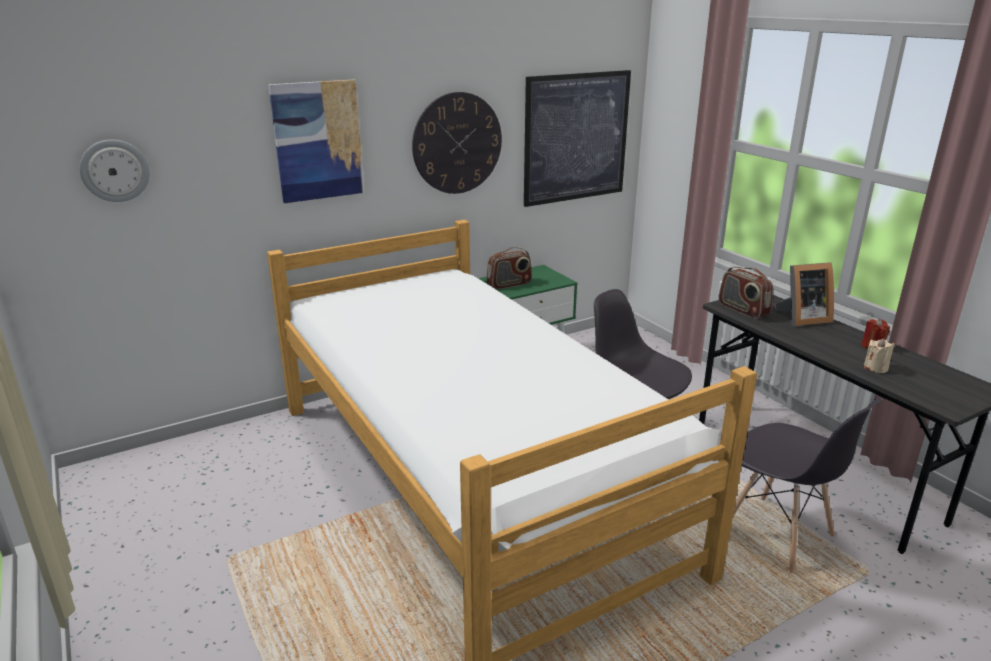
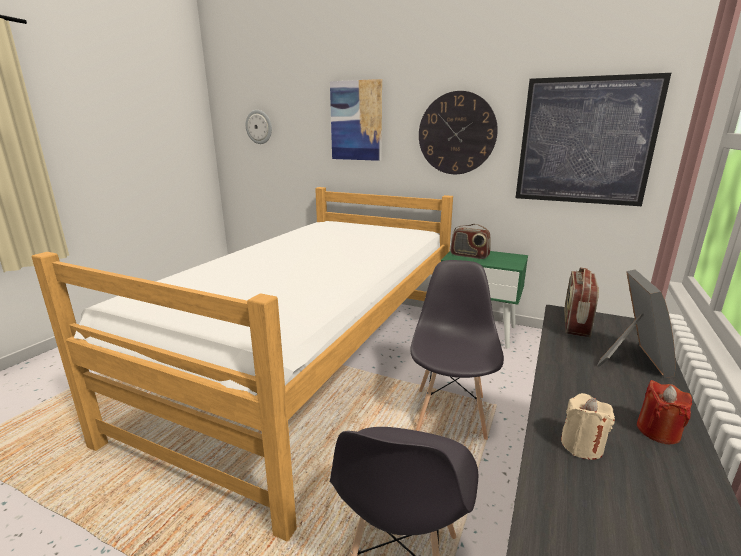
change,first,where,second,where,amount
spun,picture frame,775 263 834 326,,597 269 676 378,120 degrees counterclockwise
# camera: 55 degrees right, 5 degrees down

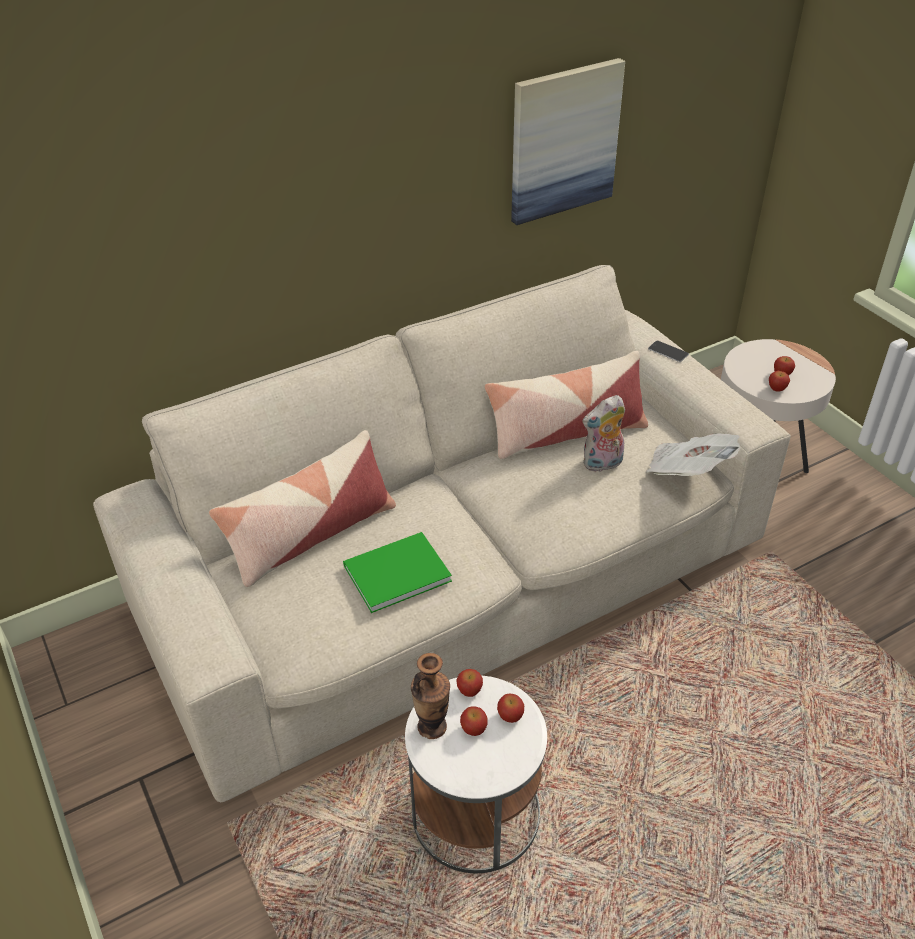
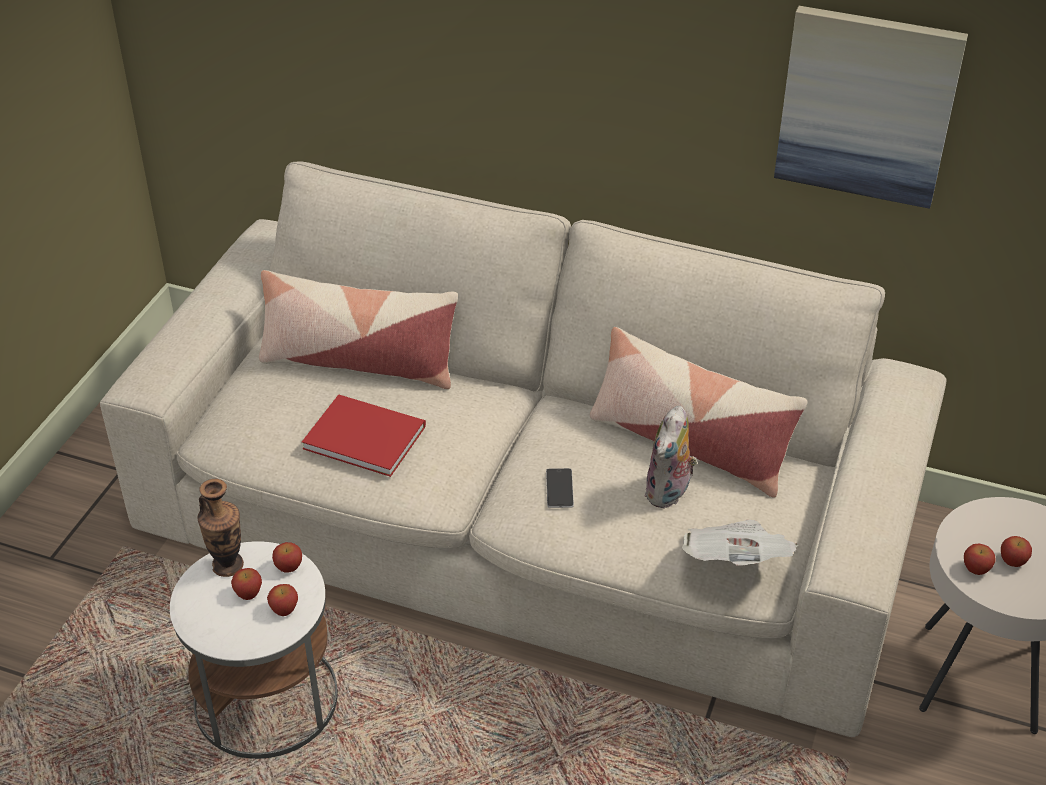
change,first,where,second,where,amount
relocated,phone,648 341 689 362,,546 468 574 508,
spun,plush toy,583 395 625 472,,644 405 698 508,90 degrees counterclockwise
colour,green book,343 532 452 613,red book,302 394 426 477,
# camera: 50 degrees right, 0 degrees up

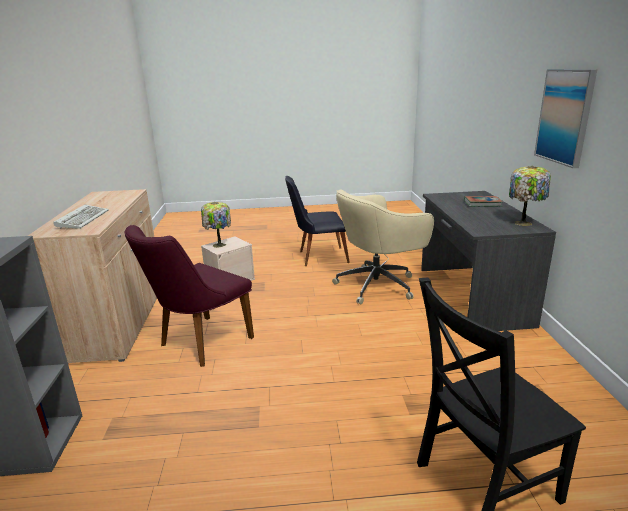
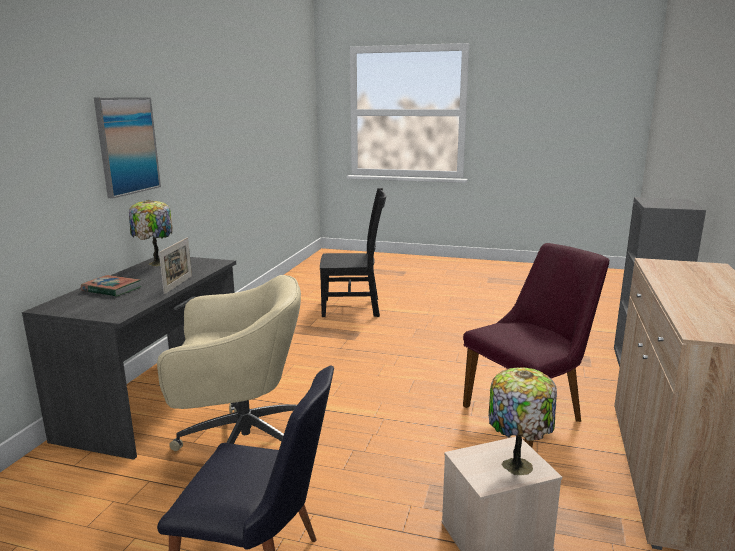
change,first,where,second,where,amount
missing,keyboard,53 205 109 229,,,
appeared,,,picture frame,159 237 192 294,
# camera: 160 degrees left, 5 degrees down

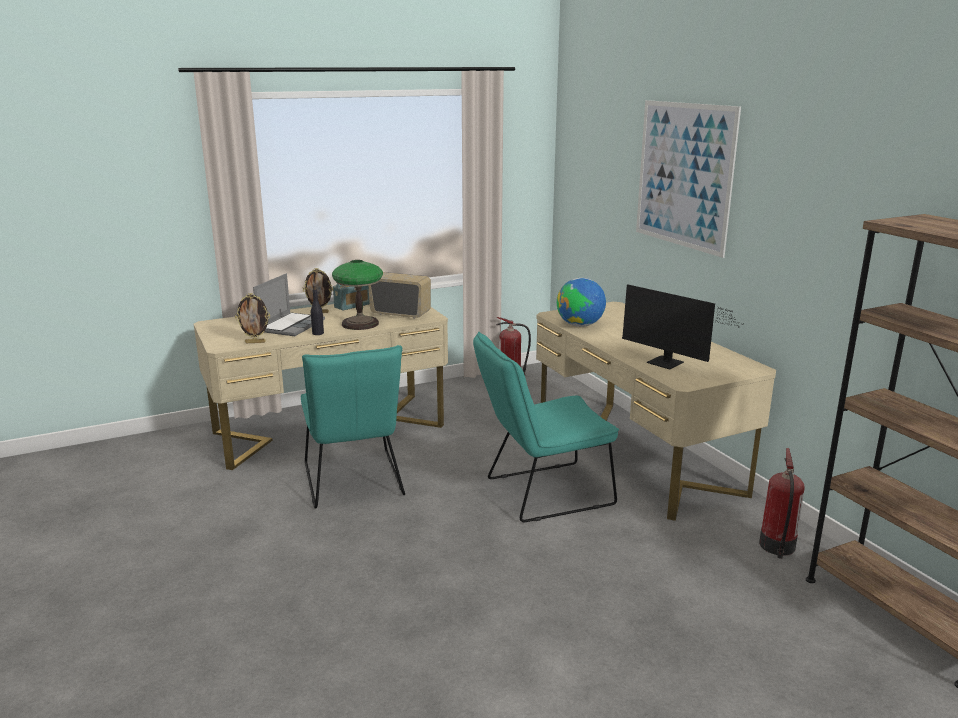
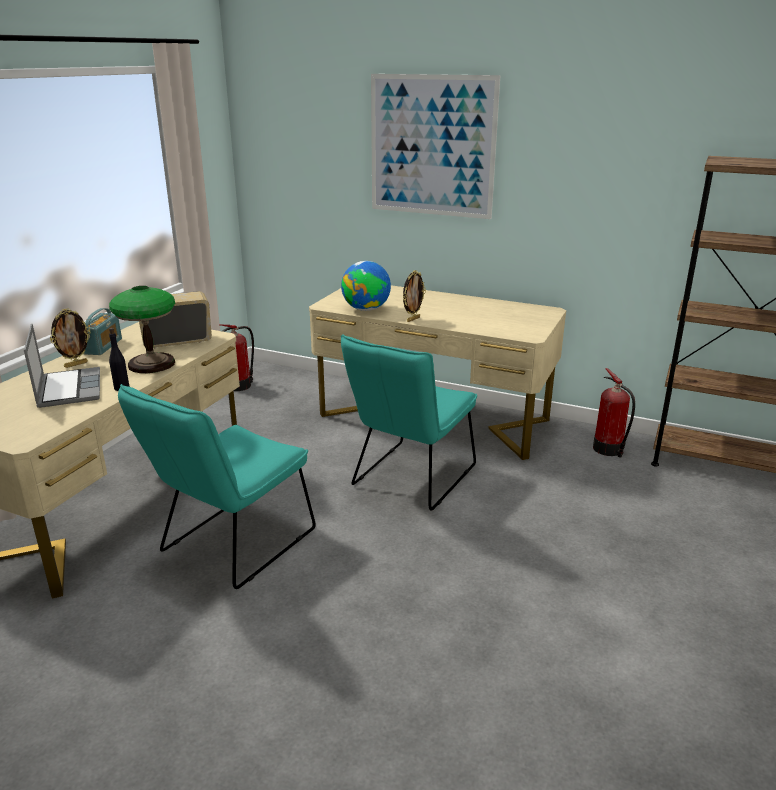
change,first,where,second,where,amount
missing,monitor,622 284 745 370,,,
relocated,picture frame,235 293 270 343,,403 270 426 322,
spun,turquoise chair,301 345 405 509,,118 384 316 589,90 degrees clockwise
# camera: 40 degrees left, 5 degrees up

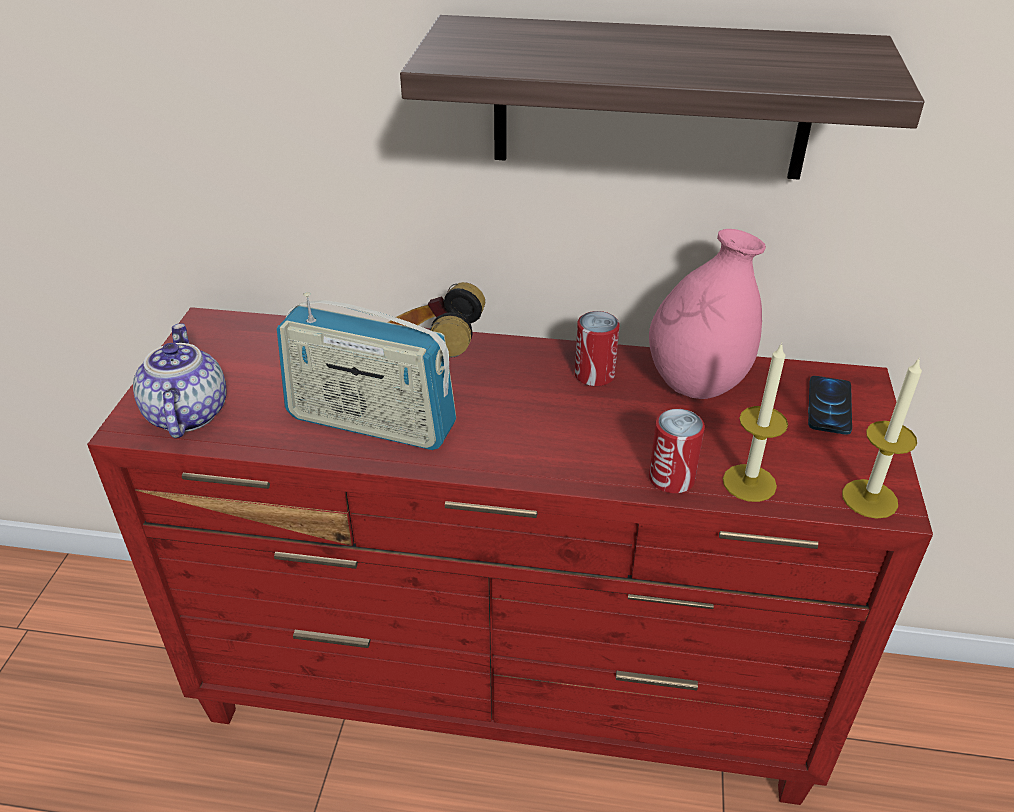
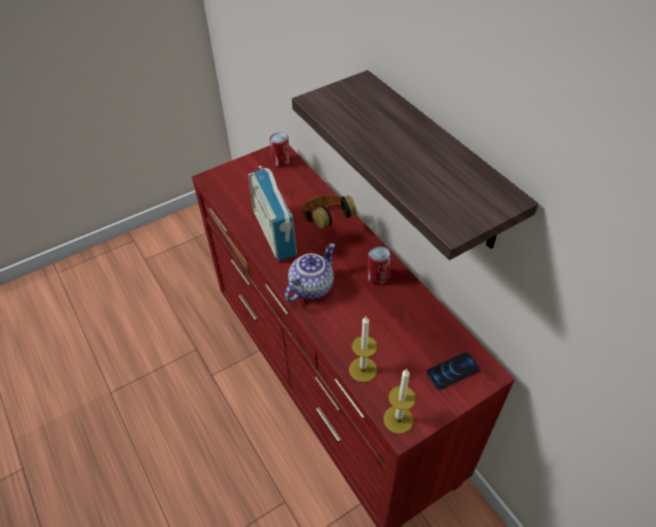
change,first,where,second,where,amount
missing,pink vase,649 229 766 399,,,
relocated,teapot,133 323 226 438,,285 243 335 302,
relocated,can,649 409 705 493,,270 132 290 167,
# camera: 50 degrees right, 10 degrees up

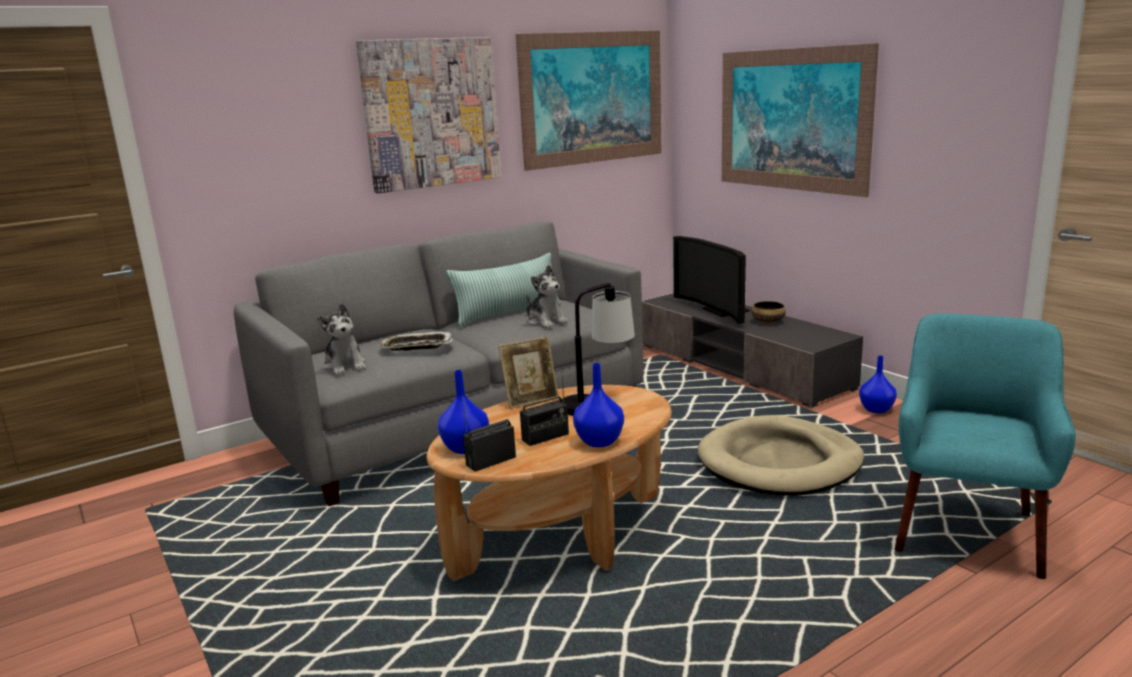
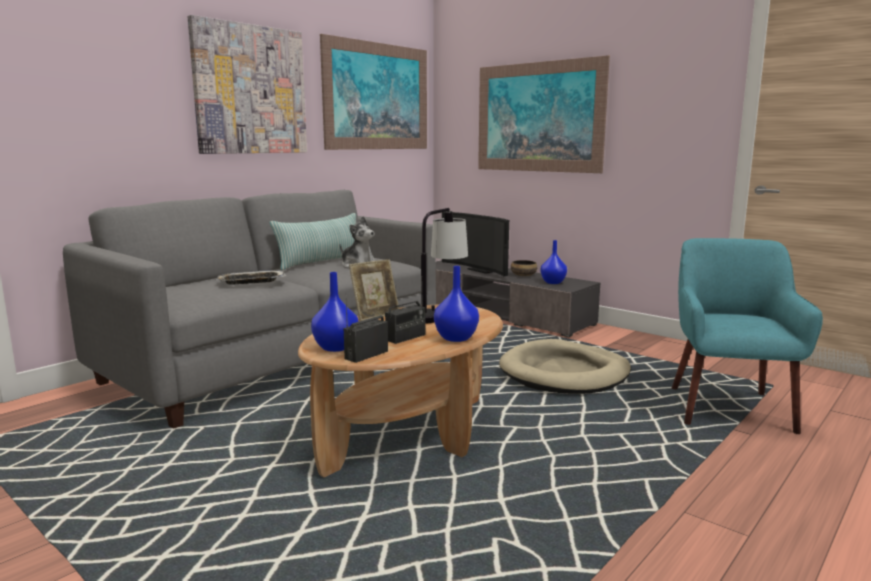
change,first,where,second,where,amount
missing,plush toy,317 303 366 375,,,
relocated,blue vase,859 355 897 413,,540 240 567 284,
# camera: 15 degrees left, 5 degrees down

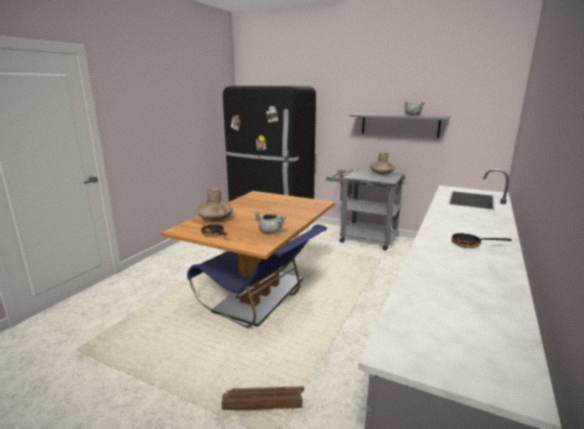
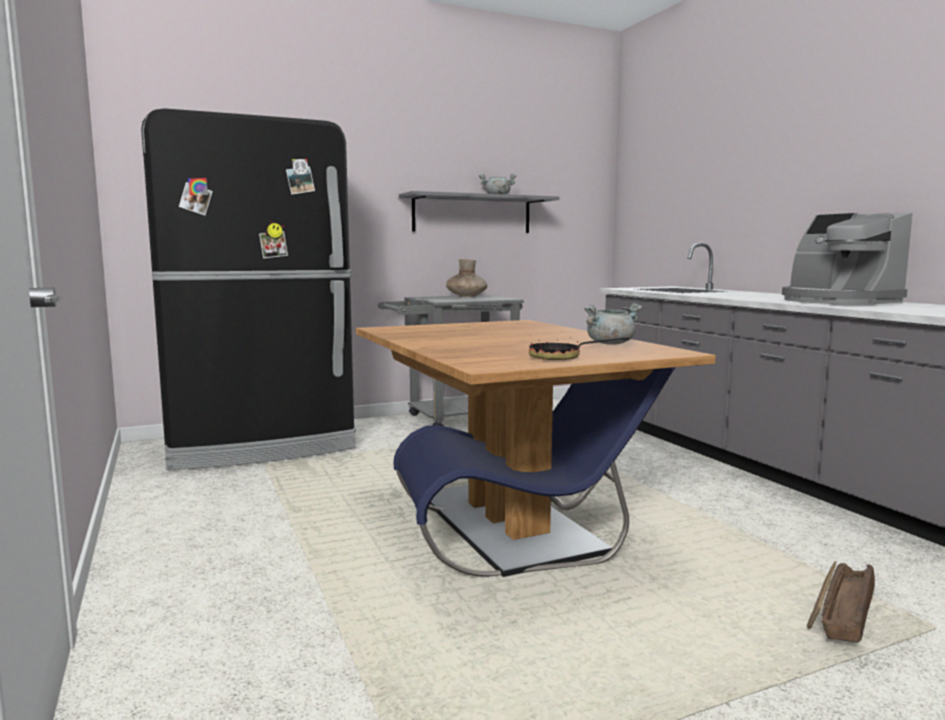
change,first,where,second,where,amount
missing,brown vase,198 188 233 221,,,
exchanged,frying pan,452 233 512 248,coffee machine,782 212 913 305,
# camera: 50 degrees left, 10 degrees down

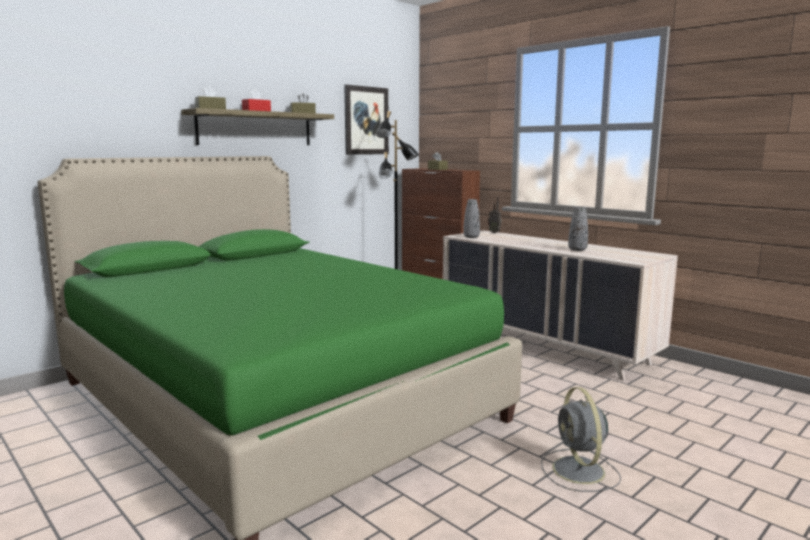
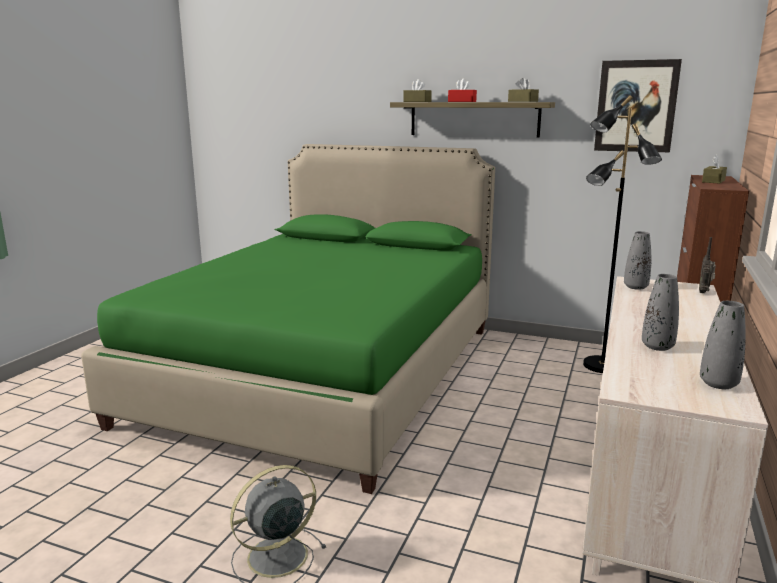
change,first,where,second,where,amount
appeared,,,grey vase,700 301 746 389,
# camera: 65 degrees right, 5 degrees up

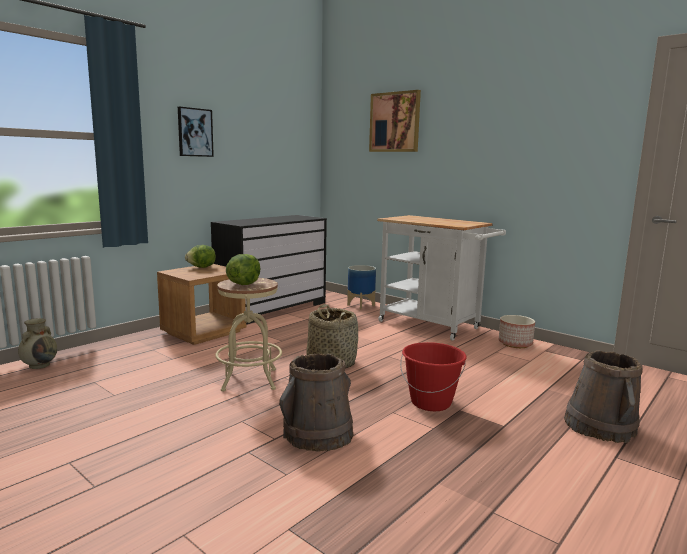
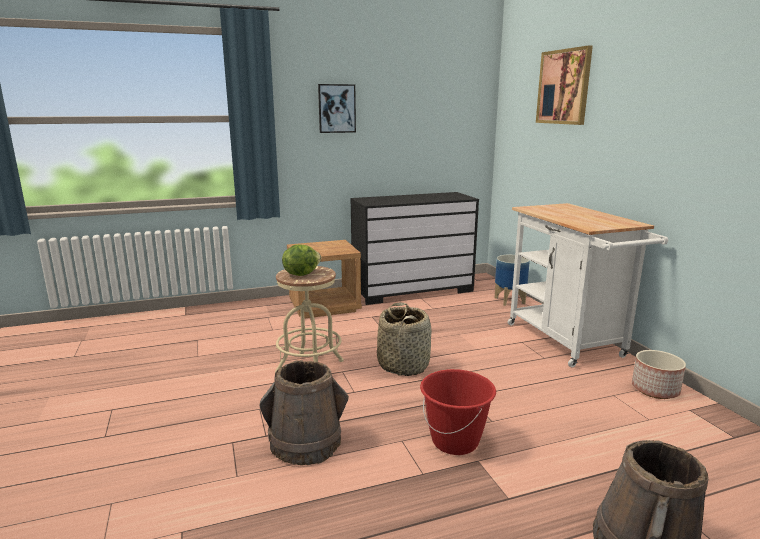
change,first,where,second,where,amount
missing,lettuce,185 245 216 268,,,
missing,beige vase,18 318 57 369,,,
# camera: 30 degrees right, 5 degrees up

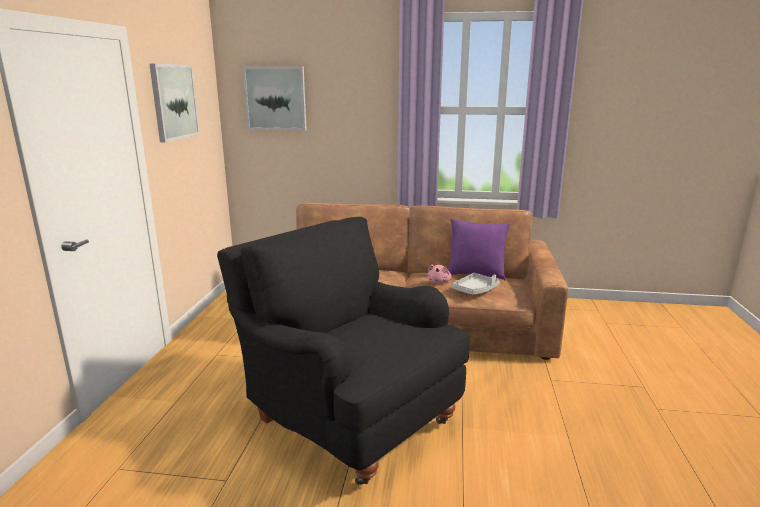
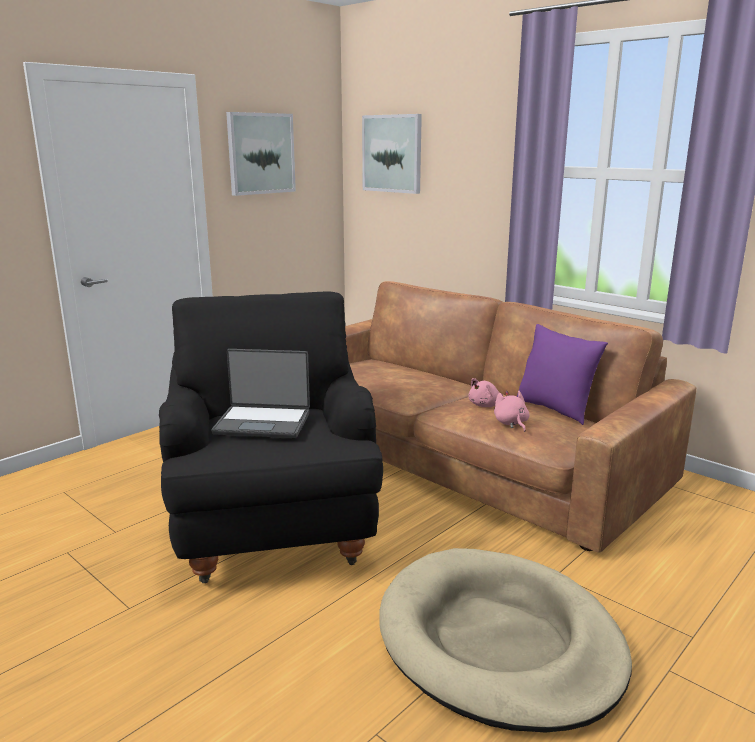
change,first,where,second,where,amount
exchanged,grey tray,452 273 500 295,pink plush toy,494 391 530 432,
appeared,,,laptop,212 349 310 438,
appeared,,,beige dog bed,379 548 632 732,
# camera: 35 degrees right, 0 degrees up

